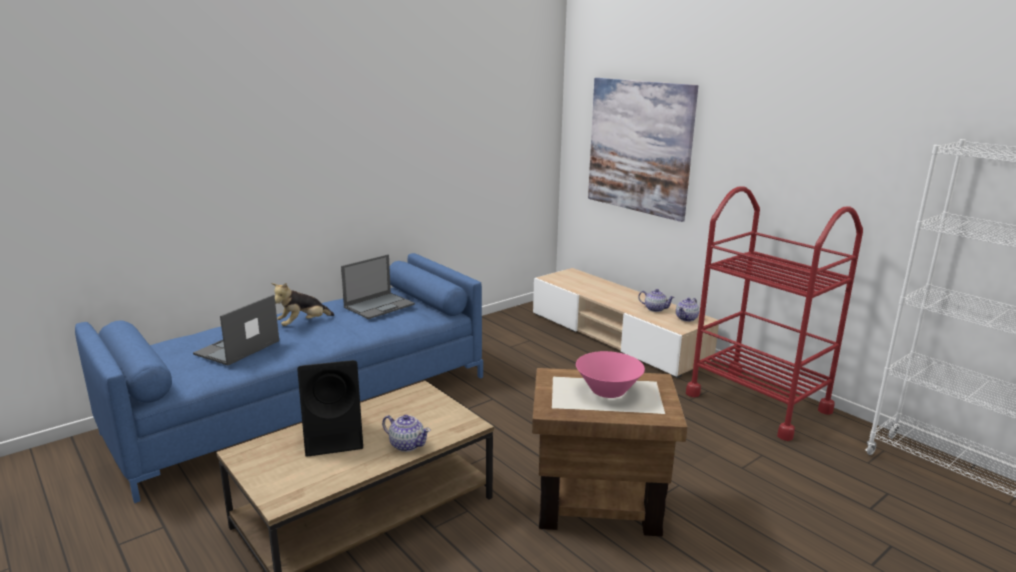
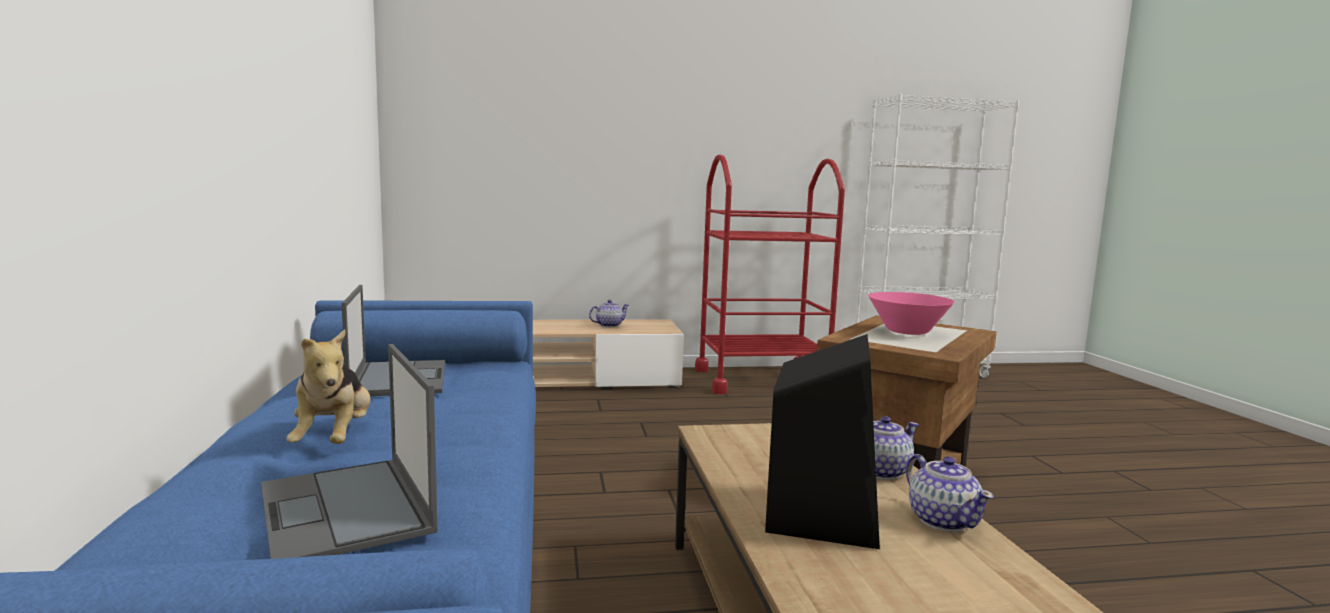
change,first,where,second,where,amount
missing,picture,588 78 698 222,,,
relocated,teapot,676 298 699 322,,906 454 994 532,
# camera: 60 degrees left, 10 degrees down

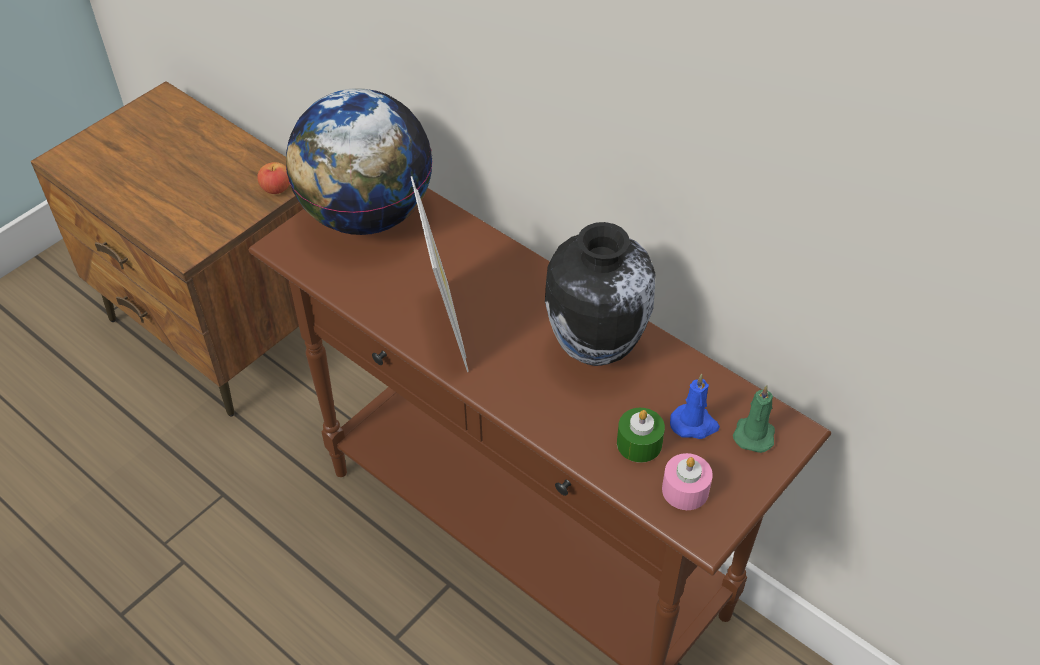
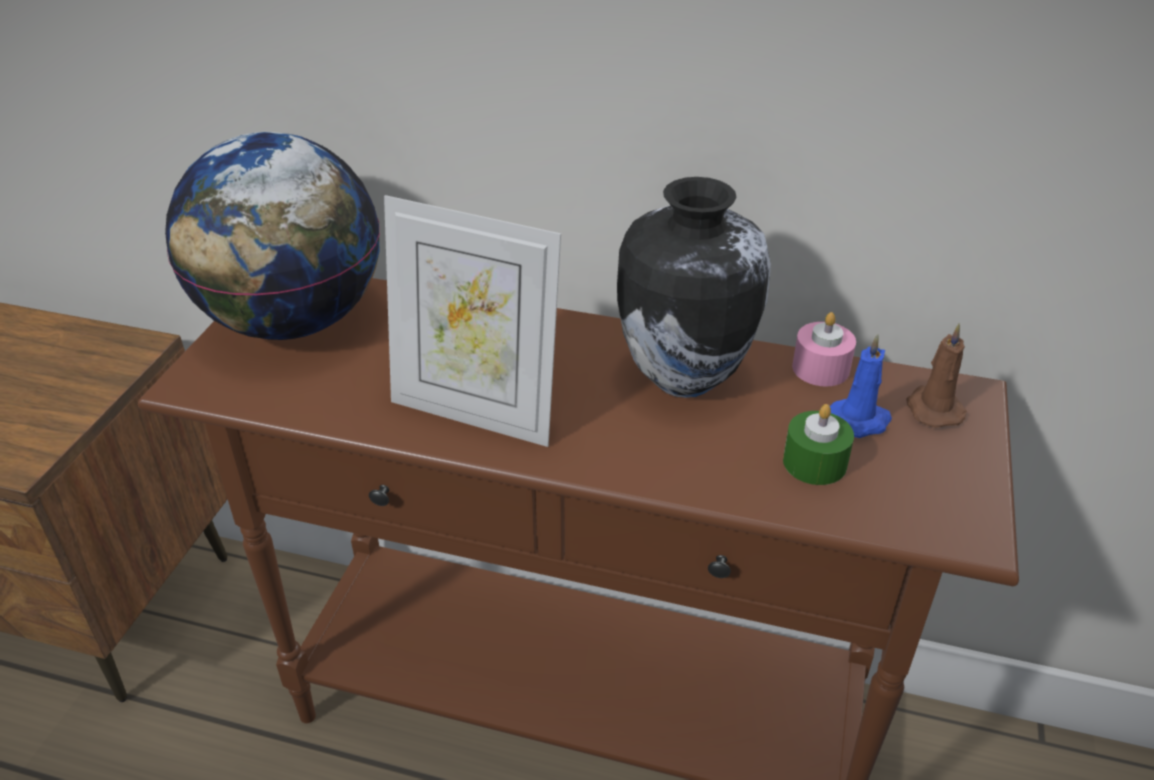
change,first,where,second,where,amount
missing,apple,257 162 290 194,,,
spun,picture frame,411 176 469 372,,384 195 561 447,150 degrees clockwise
colour,green candle,733 385 775 453,brown candle,906 323 967 428,
relocated,pink candle,662 453 713 510,,792 312 856 387,
# camera: 25 degrees left, 10 degrees down

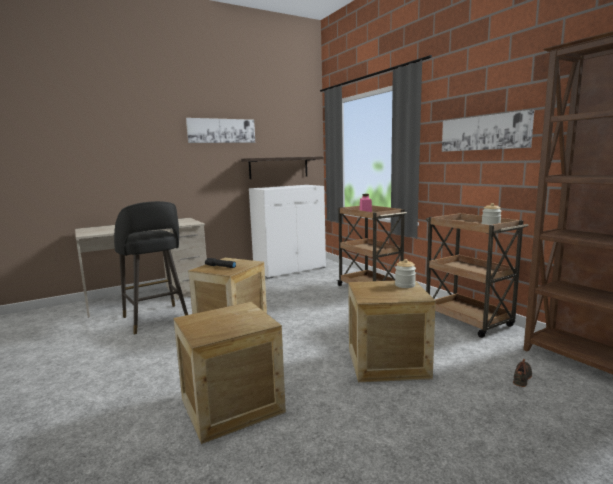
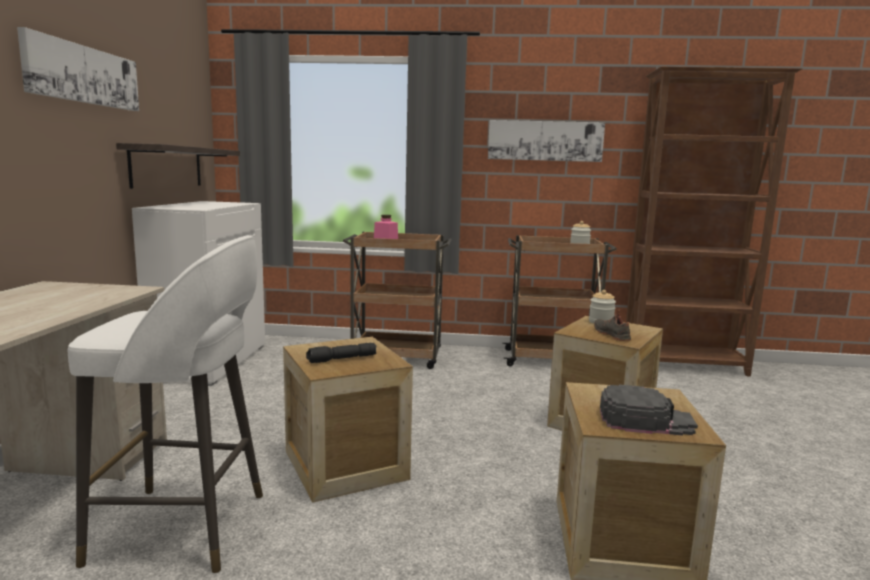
change,first,where,second,where,amount
colour,black stool,114 201 188 335,white stool,68 235 263 574,
relocated,black shoe,513 359 532 387,,594 309 631 341,
appeared,,,black cap,600 385 698 436,
# camera: 55 degrees left, 0 degrees up

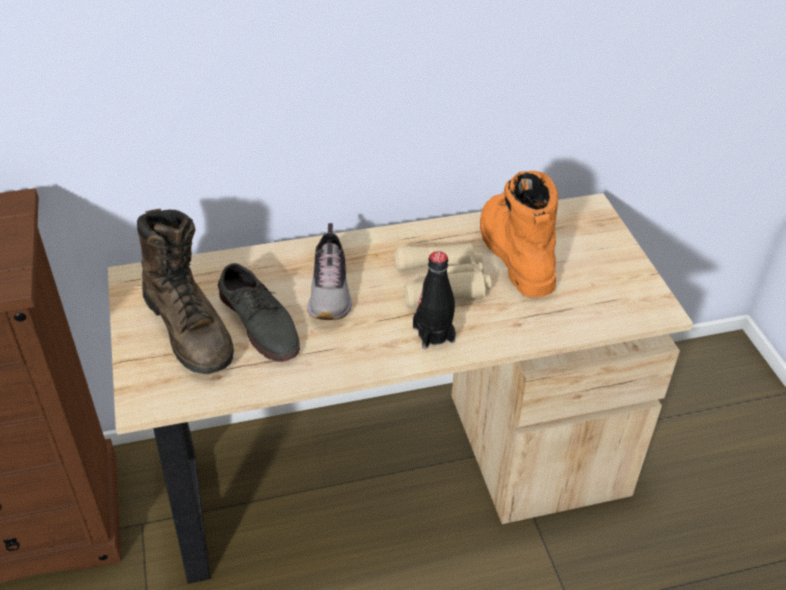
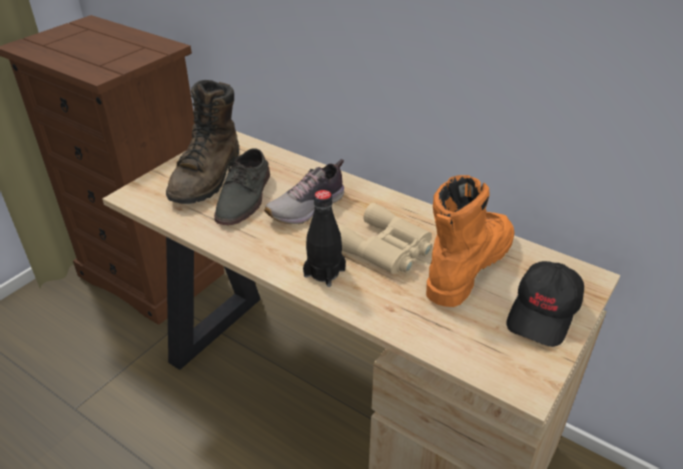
change,first,where,second,where,amount
appeared,,,black cap,507 261 584 347,
# camera: 50 degrees right, 5 degrees down

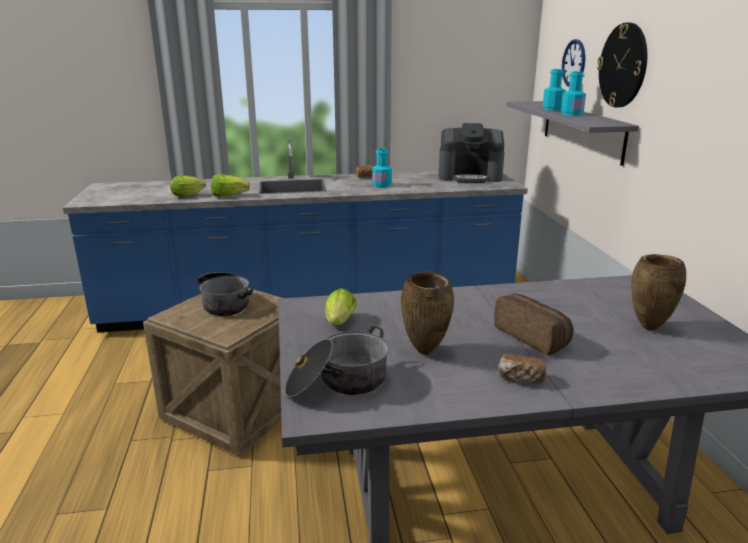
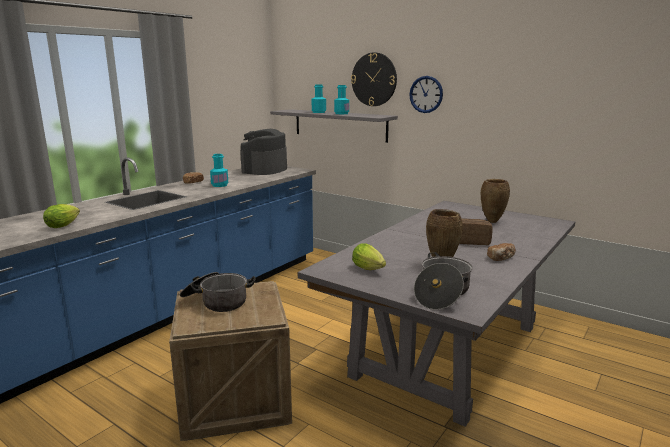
change,first,where,second,where,amount
relocated,wall clock,562 39 585 87,,409 76 443 113,
spun,coffee machine,439 123 505 183,,240 129 287 175,150 degrees clockwise
missing,lettuce,211 174 250 197,,,
# camera: 45 degrees left, 5 degrees down

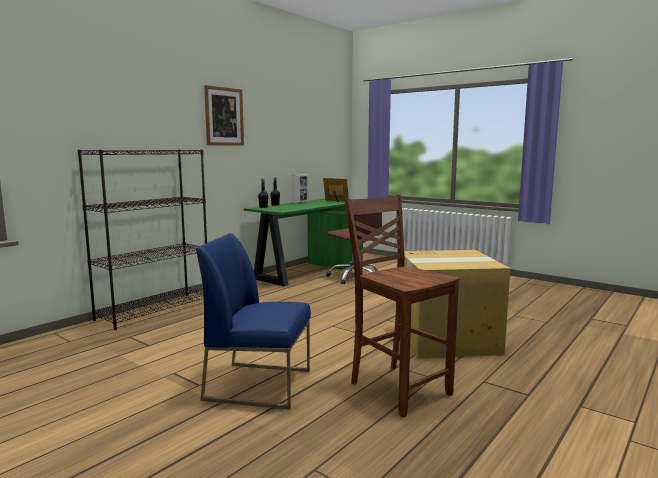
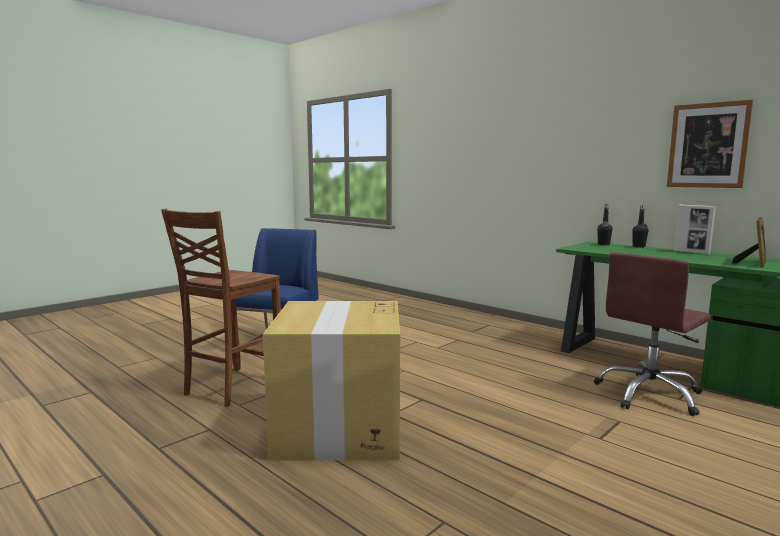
change,first,where,second,where,amount
relocated,picture,204 85 244 146,,667 99 753 188,
missing,black bookcase,77 150 207 330,,,
spun,brown chair,344 195 459 418,,161 209 281 407,150 degrees clockwise
# camera: 95 degrees right, 0 degrees up

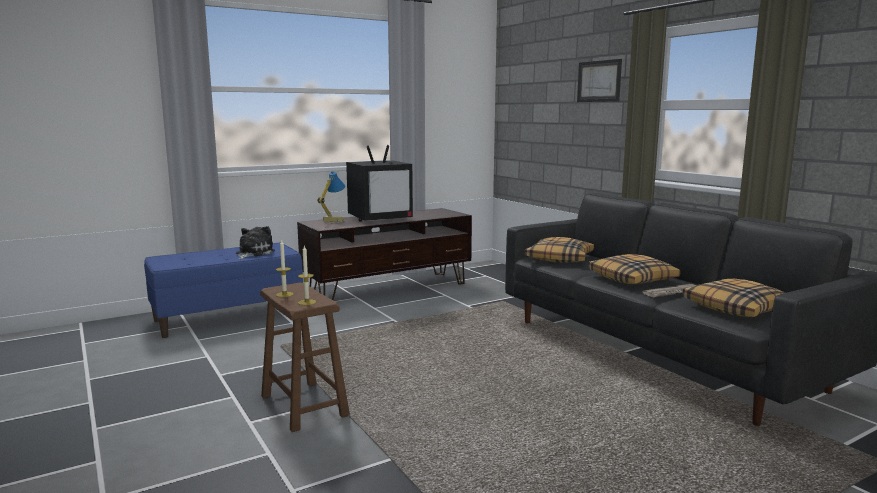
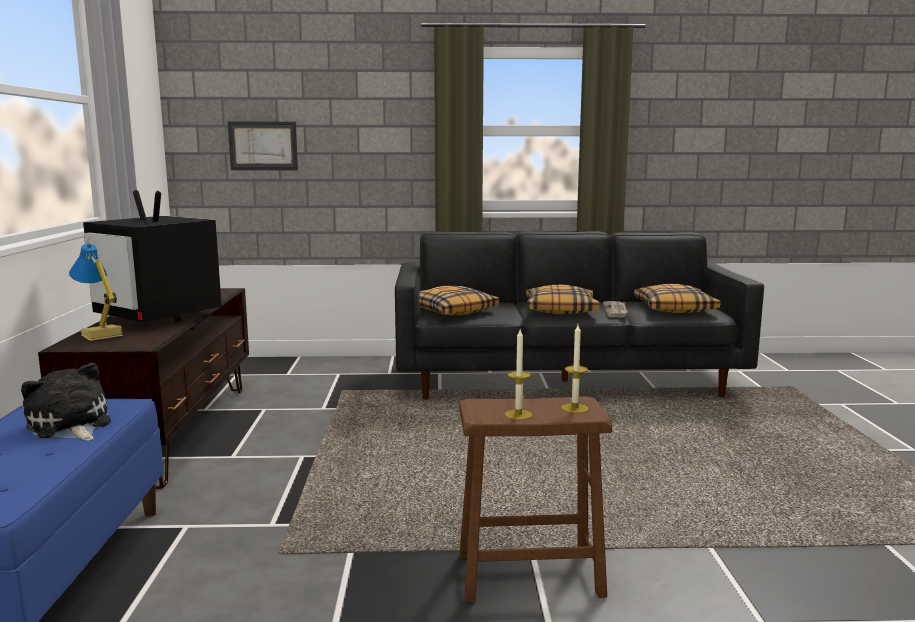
change,first,where,second,where,amount
relocated,picture,577 59 622 102,,228 122 298 170,
spun,television,346 145 413 222,,83 190 222 323,120 degrees clockwise
# camera: 60 degrees left, 0 degrees up

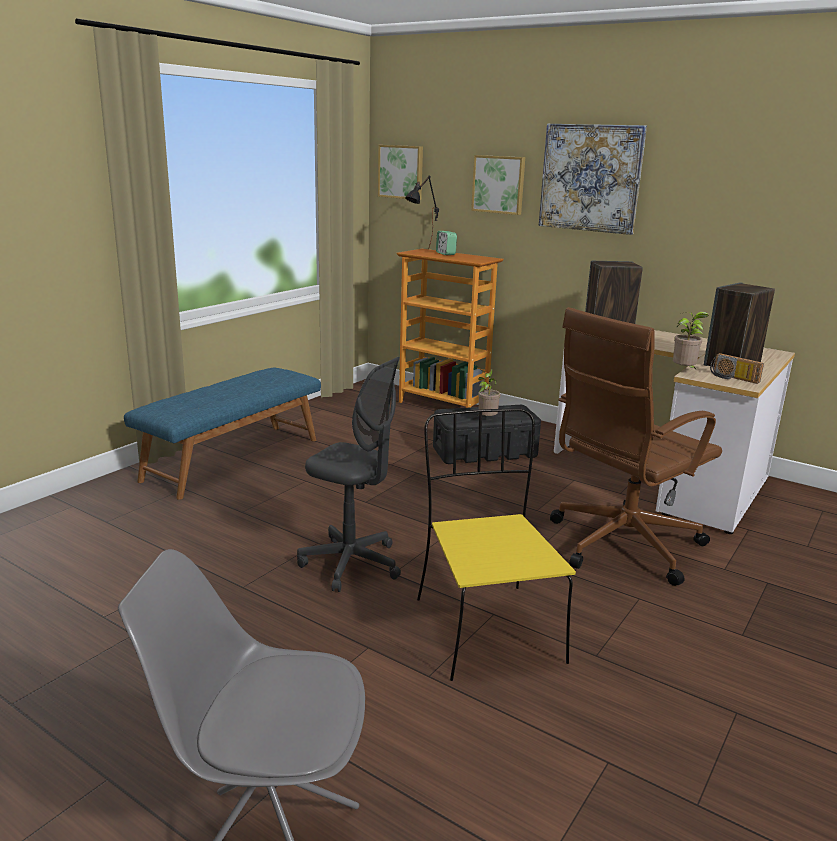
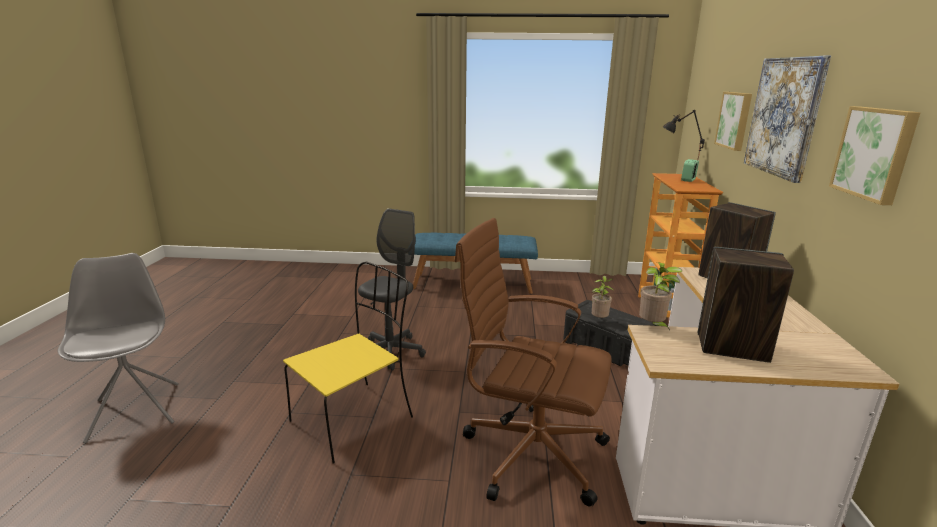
change,first,where,second,where,amount
relocated,picture,378 145 423 200,,829 106 921 205,
missing,radio,710 353 764 384,,,
spun,grey office chair,297 357 401 592,,358 208 426 371,150 degrees counterclockwise
# camera: 60 degrees right, 0 degrees up

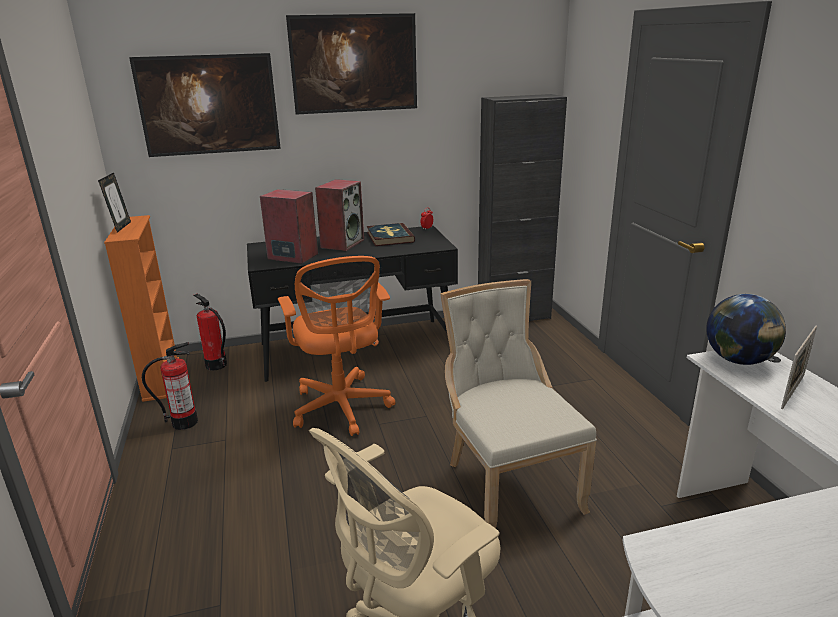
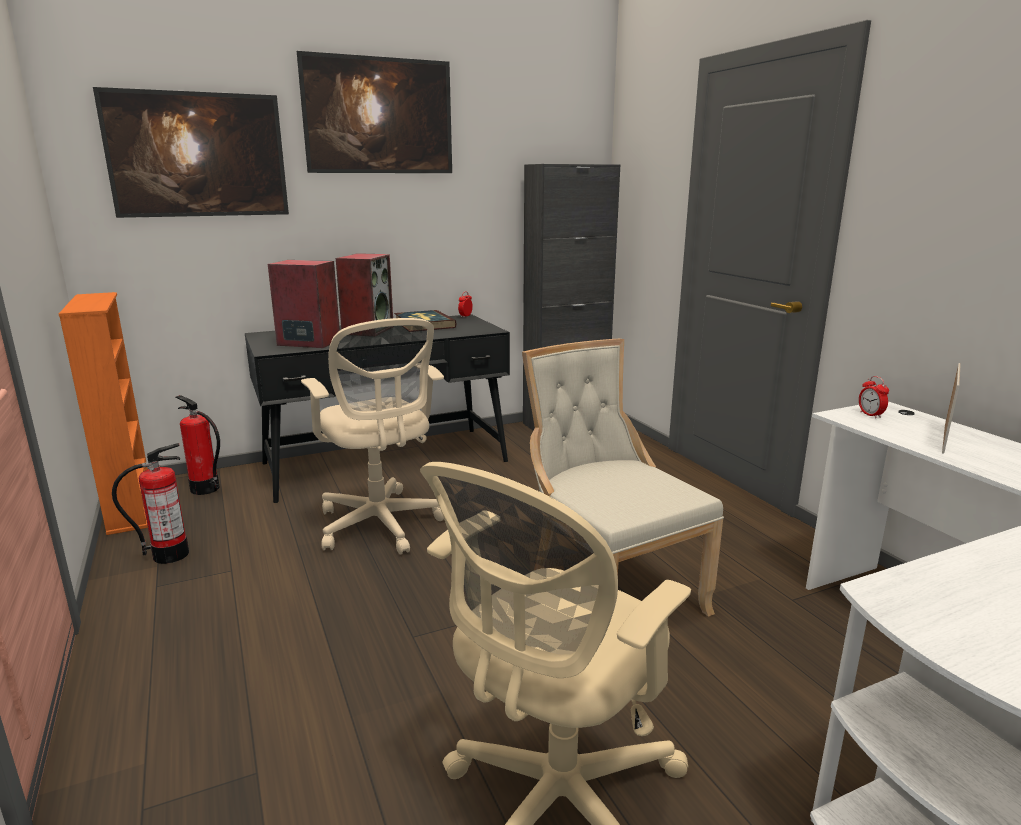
change,first,where,second,where,amount
missing,picture frame,98 172 131 232,,,
colour,orange office chair,278 256 396 436,beige office chair,301 318 444 555,
exchanged,globe,706 294 786 365,alarm clock,859 376 889 419,
# camera: 10 degrees left, 5 degrees down

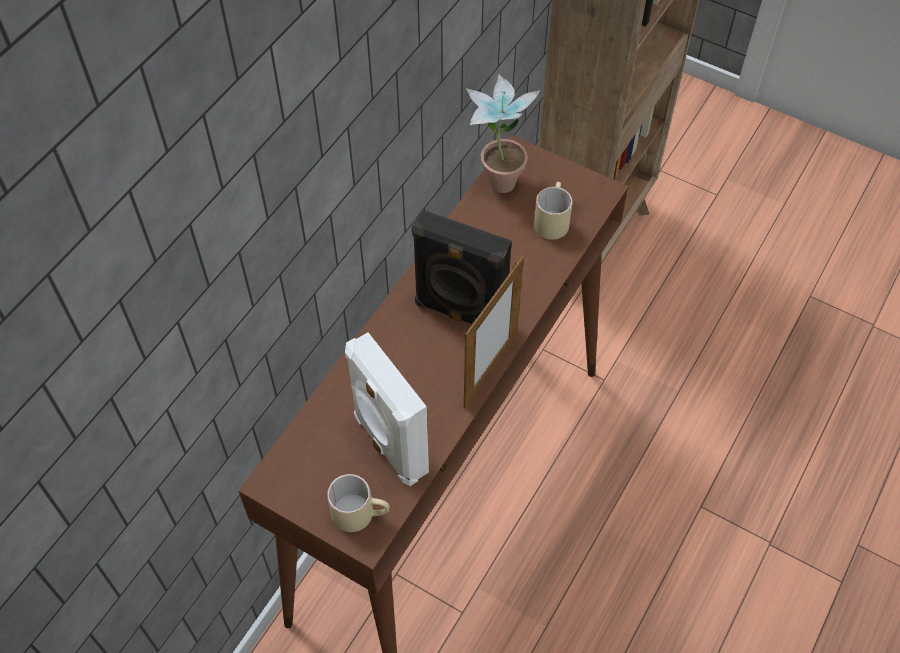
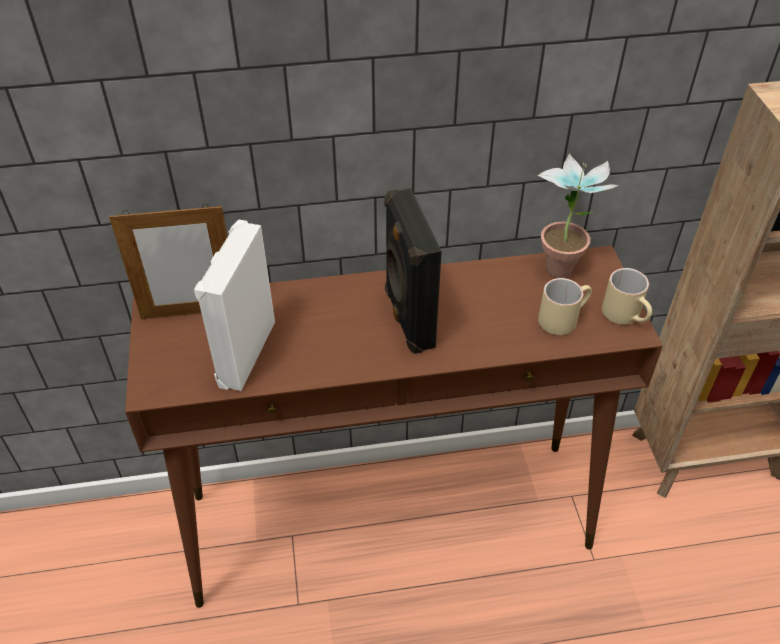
change,first,where,second,where,amount
relocated,picture frame,464 256 524 409,,109 203 228 319,
relocated,beige mug,327 474 390 532,,602 268 652 325,
# camera: 50 degrees right, 10 degrees down

